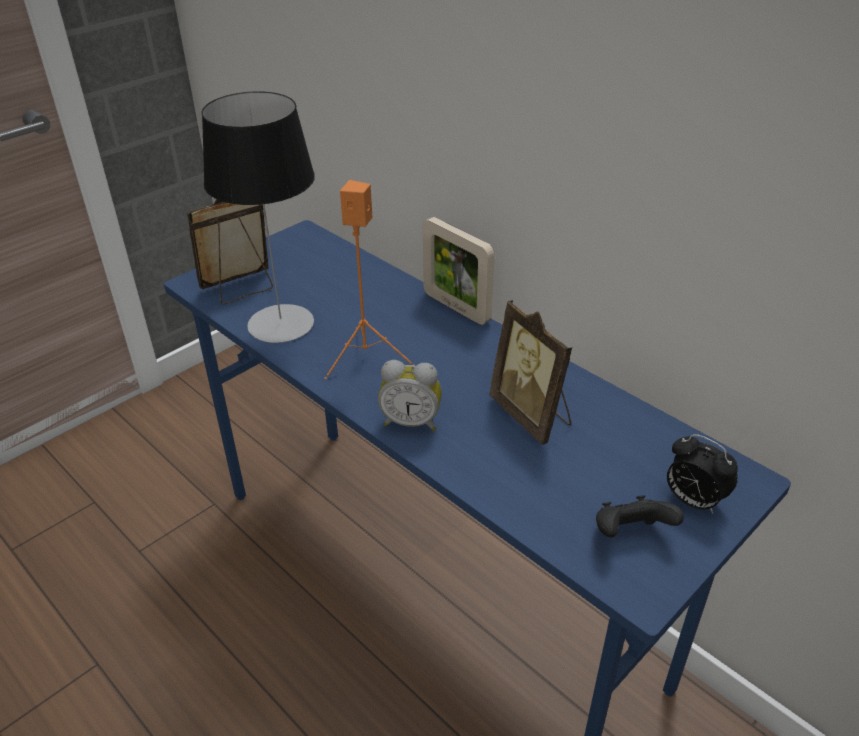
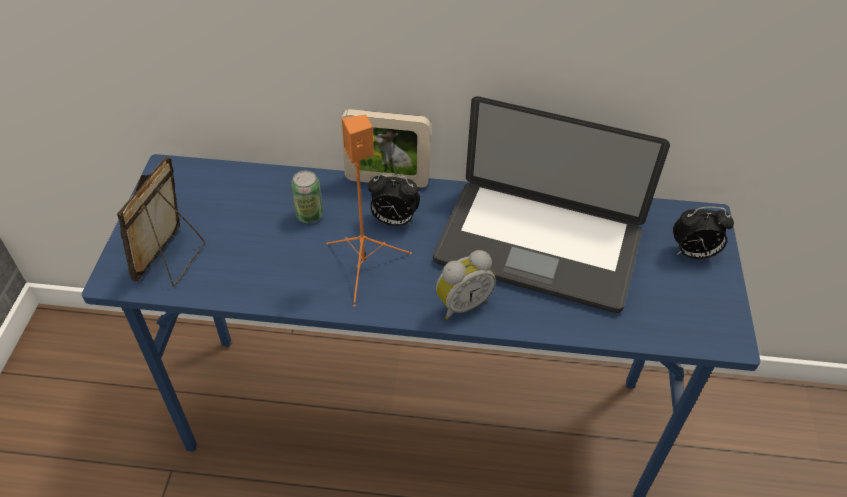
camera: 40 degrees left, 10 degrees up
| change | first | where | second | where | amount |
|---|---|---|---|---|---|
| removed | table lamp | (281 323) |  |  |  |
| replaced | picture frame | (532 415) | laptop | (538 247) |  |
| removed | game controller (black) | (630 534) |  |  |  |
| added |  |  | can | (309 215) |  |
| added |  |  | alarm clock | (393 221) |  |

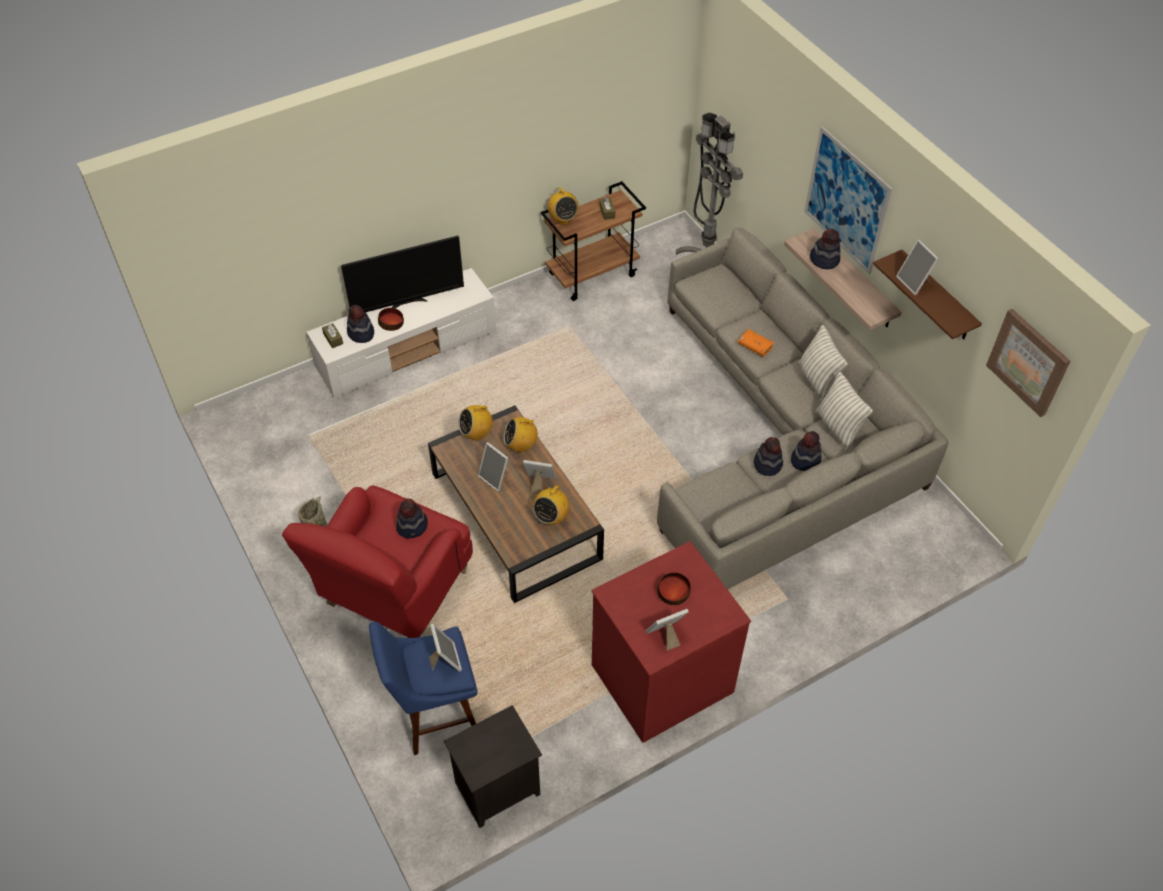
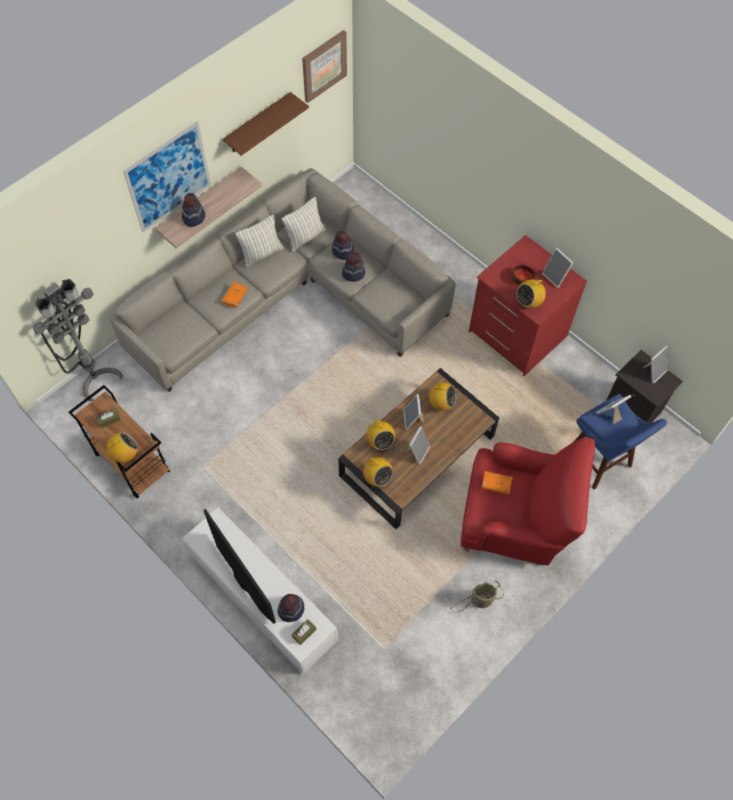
camera: 105 degrees left, 10 degrees up
| change | first | where | second | where | amount |
|---|---|---|---|---|---|
| removed | bowl | (391 323) |  |  |  |
| replaced | hat | (412 526) | book (orange) | (496 484) |  |
| moved | picture frame | (914 282) |  | (653 371) |  |
| added |  |  | radio | (529 302) |  |

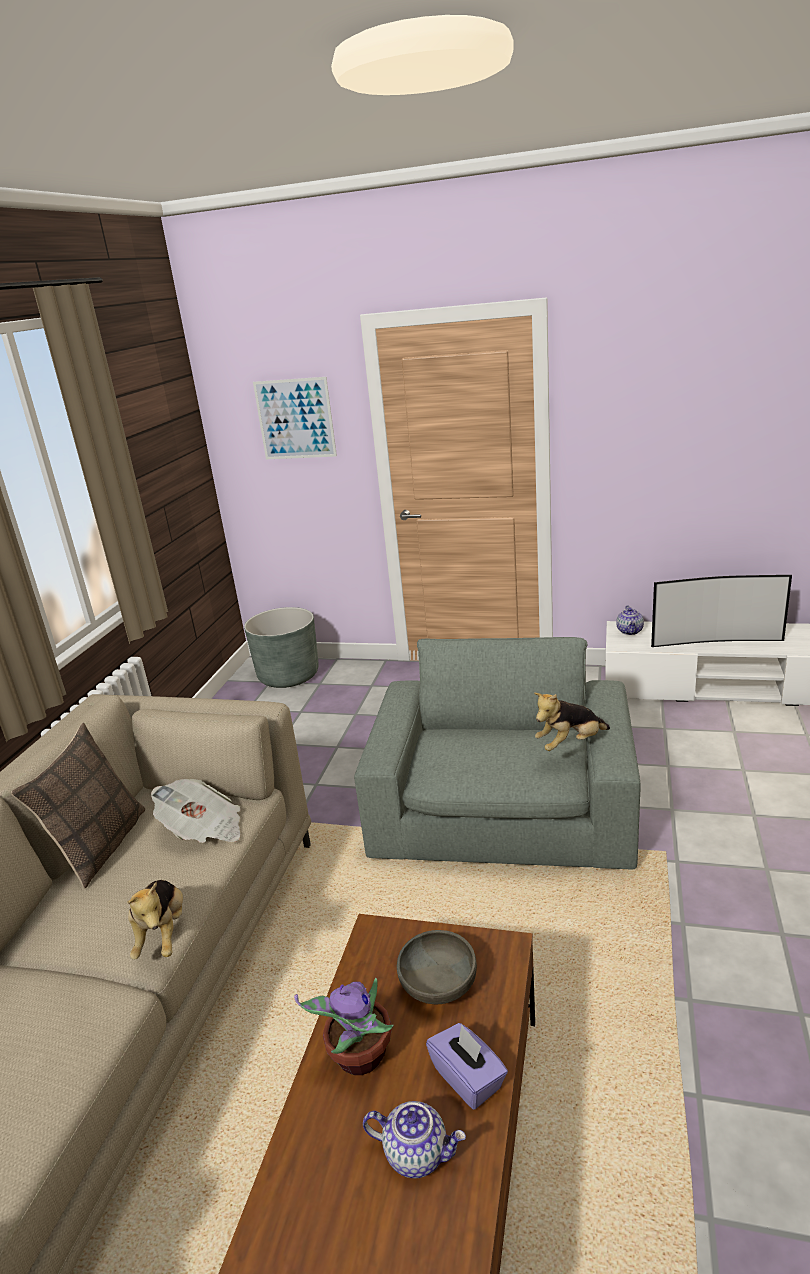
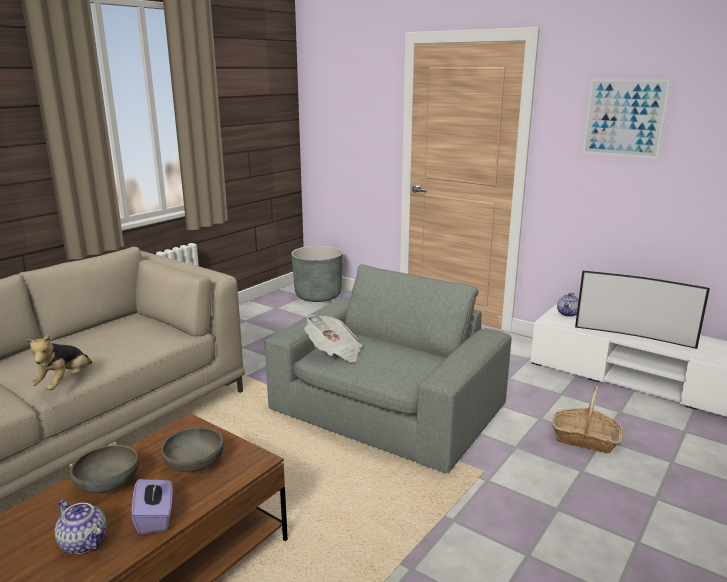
camera: 20 degrees right, 5 degrees down
| change | first | where | second | where | amount |
|---|---|---|---|---|---|
| removed | pillow | (100 846) |  |  |  |
| moved | newspaper | (204 830) |  | (334 352) |  |
| moved | picture | (295 419) |  | (624 118) |  |
| replaced | potted plant | (359 1058) | bowl (grey) | (108 484) |  |
| removed | plush toy | (570 744) |  |  |  |
| added |  |  | basket | (585 439) |  |

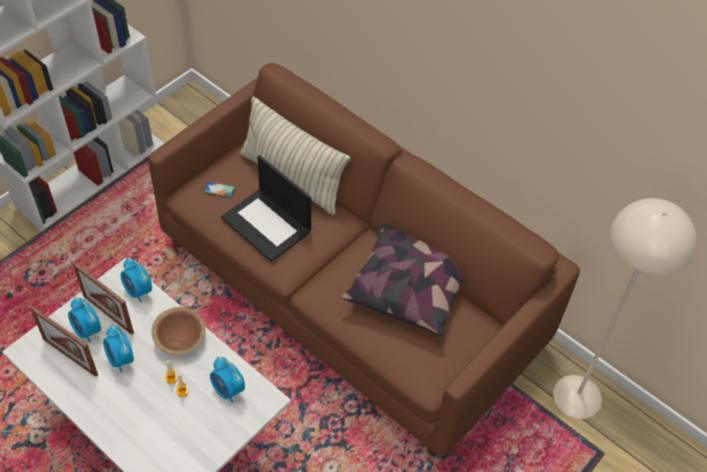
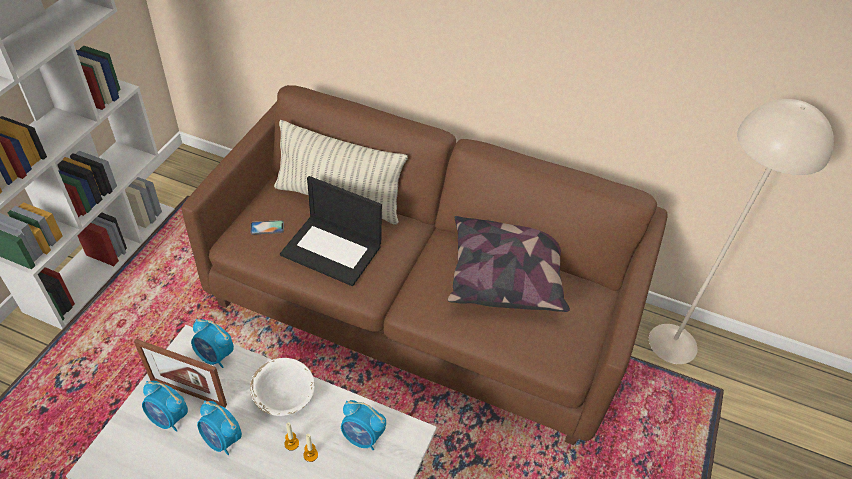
camera: 20 degrees left, 5 degrees down
| change | first | where | second | where | amount |
|---|---|---|---|---|---|
| removed | picture frame | (70 357) |  |  |  |
| recoloured | bowl (brown) | (180 338) | bowl (white) | (284 395) |  |

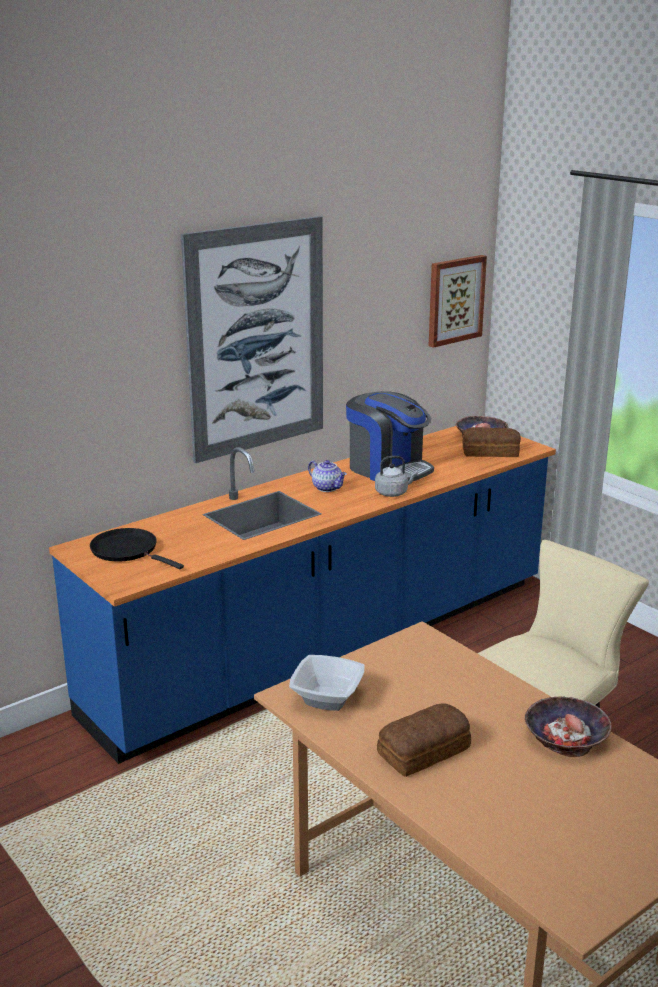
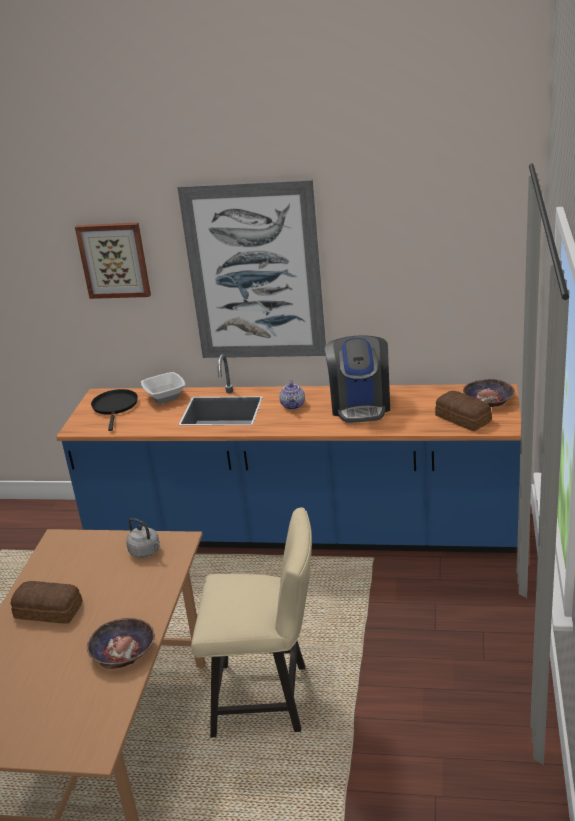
camera: 50 degrees right, 5 degrees up
| change | first | where | second | where | amount |
|---|---|---|---|---|---|
| moved | bowl | (328 698) |  | (165 397) |  |
| moved | kettle (grey) | (393 493) |  | (146 552) |  |
| moved | picture | (455 300) |  | (114 260) |  |

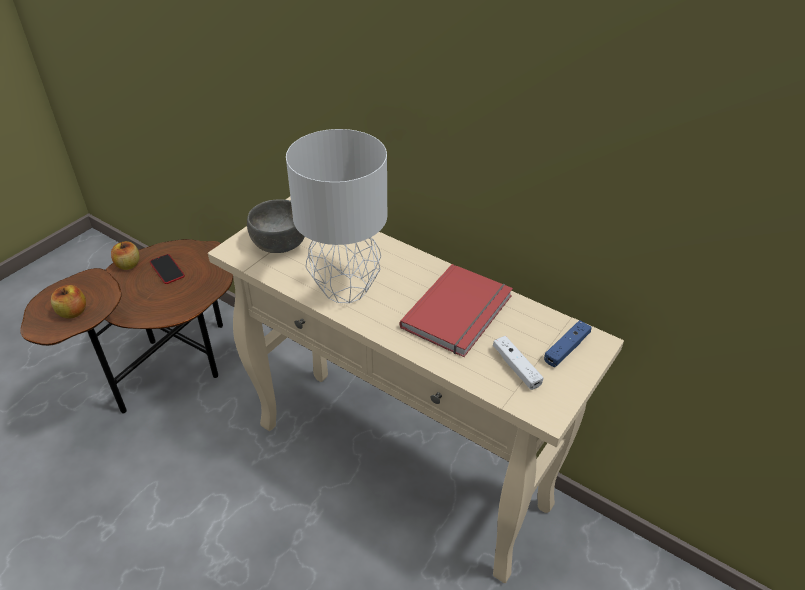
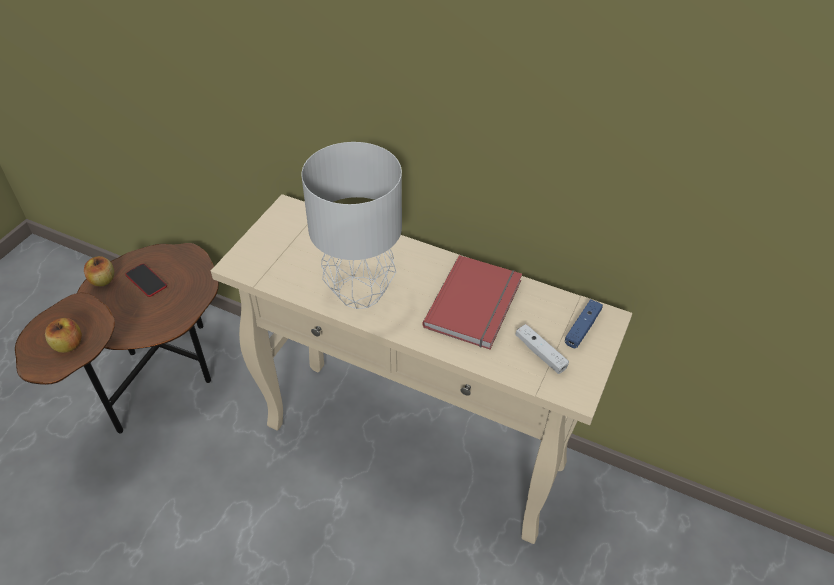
camera: 10 degrees left, 5 degrees up
| change | first | where | second | where | amount |
|---|---|---|---|---|---|
| removed | bowl (grey) | (280 243) |  |  |  |

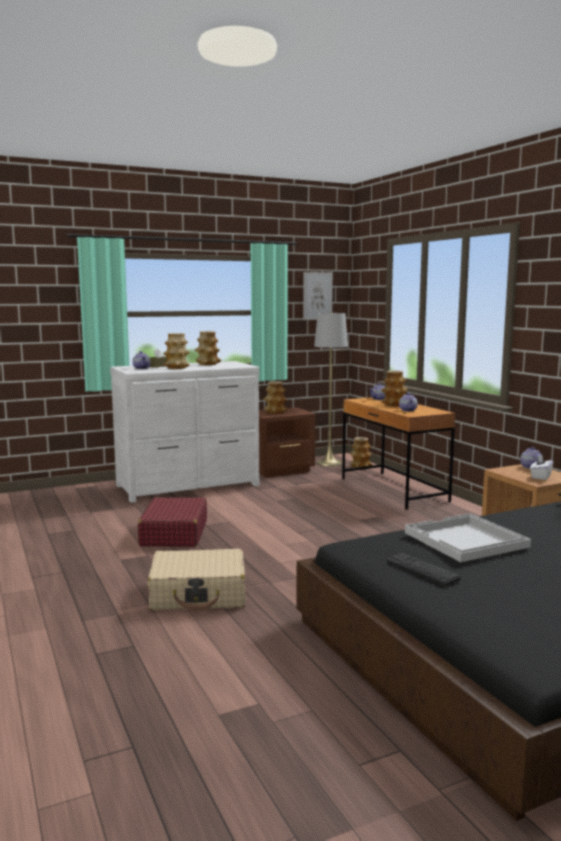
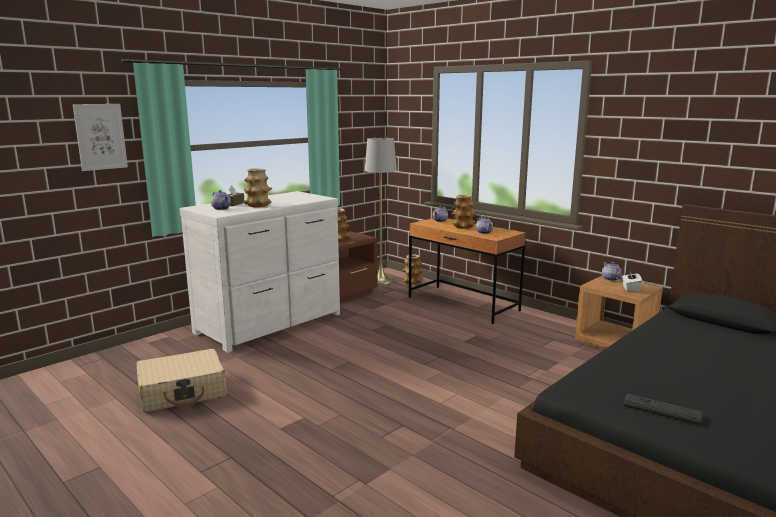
camera: 20 degrees left, 5 degrees up
| change | first | where | second | where | amount |
|---|---|---|---|---|---|
| removed | suitcase (red) | (174 534) |  |  |  |
| moved | suitcase (beige) | (199 594) |  | (183 391) |  |
| removed | vase | (207 364) |  |  |  |
| moved | picture | (317 296) |  | (100 137) |  |
| removed | tray (white) | (465 540) |  |  |  |

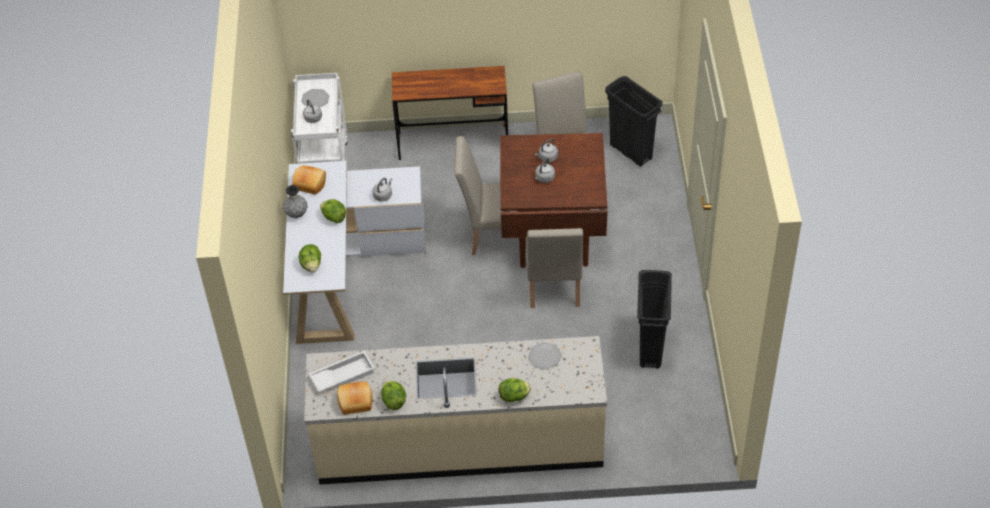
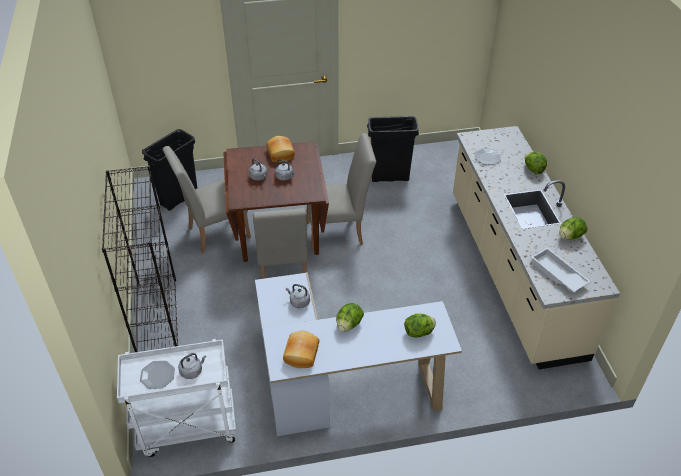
camera: 100 degrees left, 5 degrees down
| change | first | where | second | where | amount |
|---|---|---|---|---|---|
| removed | vase (grey) | (296 214) |  |  |  |
| moved | bread | (355 403) |  | (281 154) |  |
| replaced | desk (brown) | (453 142) | bookcase (black) | (157 319) |  |

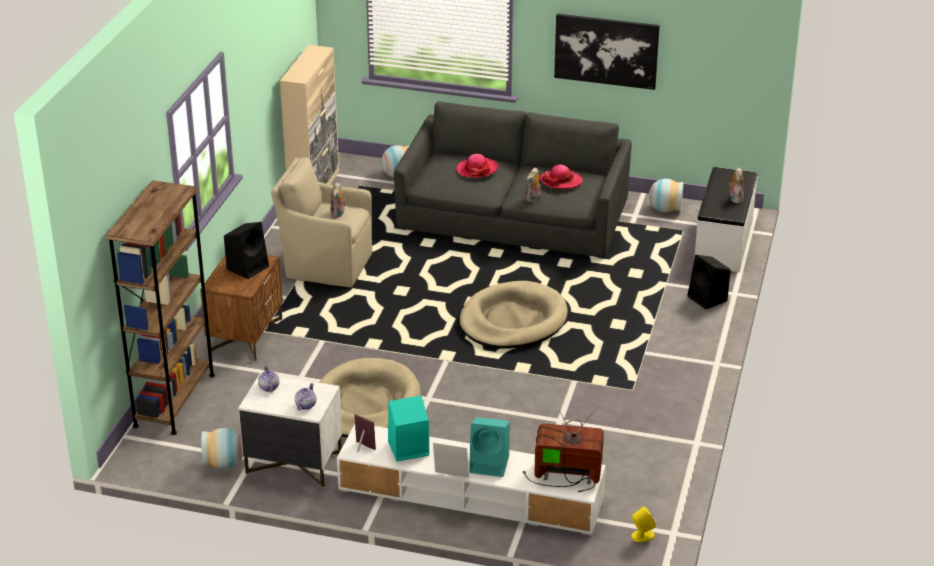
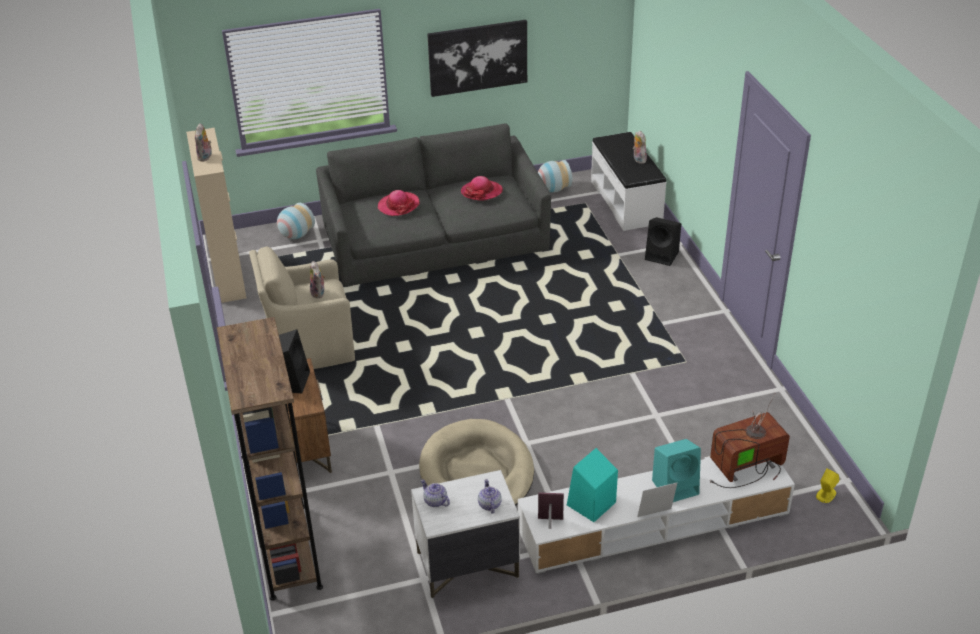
camera: 30 degrees left, 5 degrees up
| change | first | where | second | where | amount |
|---|---|---|---|---|---|
| removed | vase | (224 464) |  |  |  |
| removed | dog bed (beige) | (513 321) |  |  |  |
| moved | plush toy | (533 199) |  | (205 157) |  |

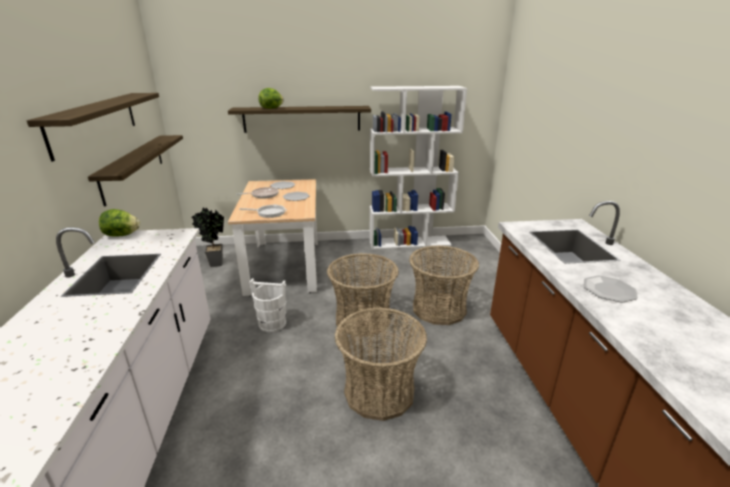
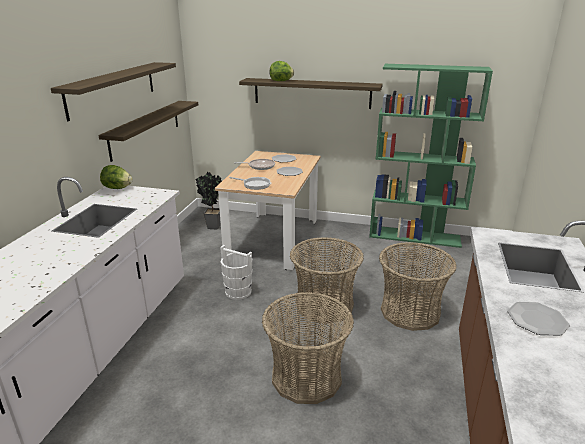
camera: 20 degrees right, 0 degrees up
| change | first | where | second | where | amount |
|---|---|---|---|---|---|
| recoloured | bookcase (white) | (410 242) | bookcase (green) | (415 236) |  |

